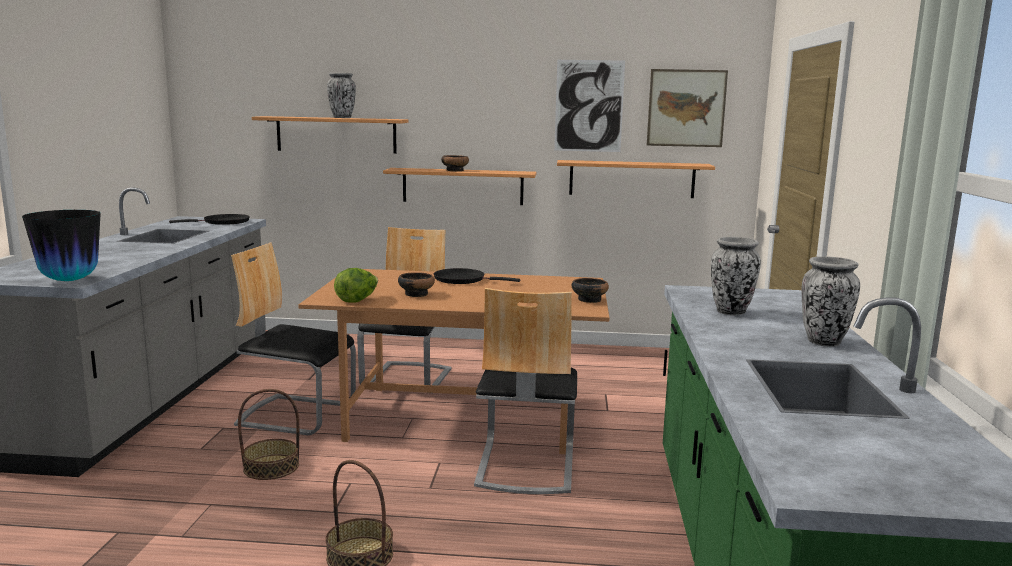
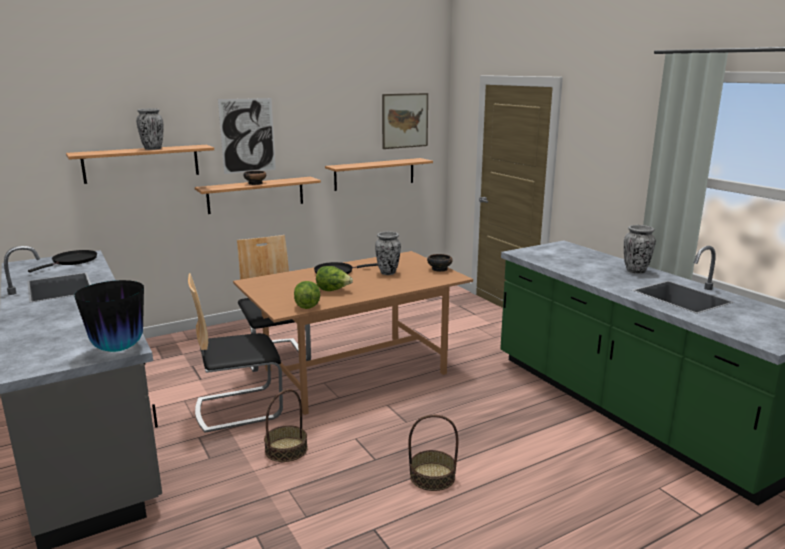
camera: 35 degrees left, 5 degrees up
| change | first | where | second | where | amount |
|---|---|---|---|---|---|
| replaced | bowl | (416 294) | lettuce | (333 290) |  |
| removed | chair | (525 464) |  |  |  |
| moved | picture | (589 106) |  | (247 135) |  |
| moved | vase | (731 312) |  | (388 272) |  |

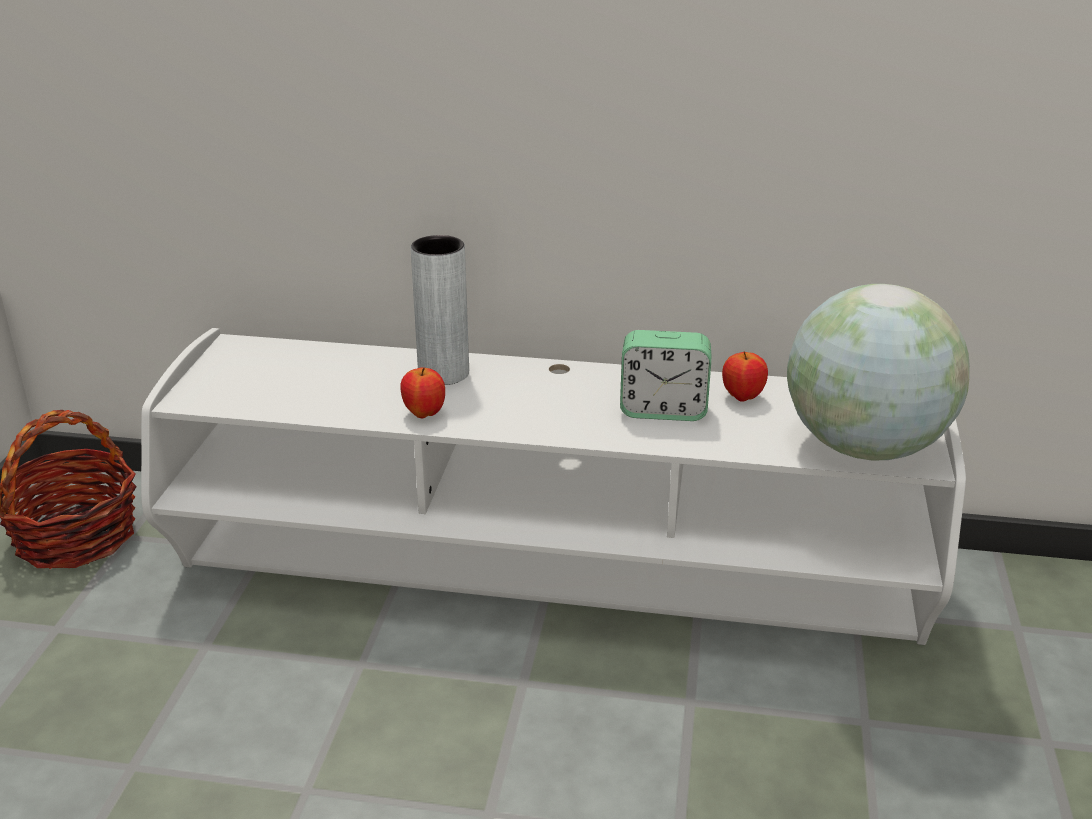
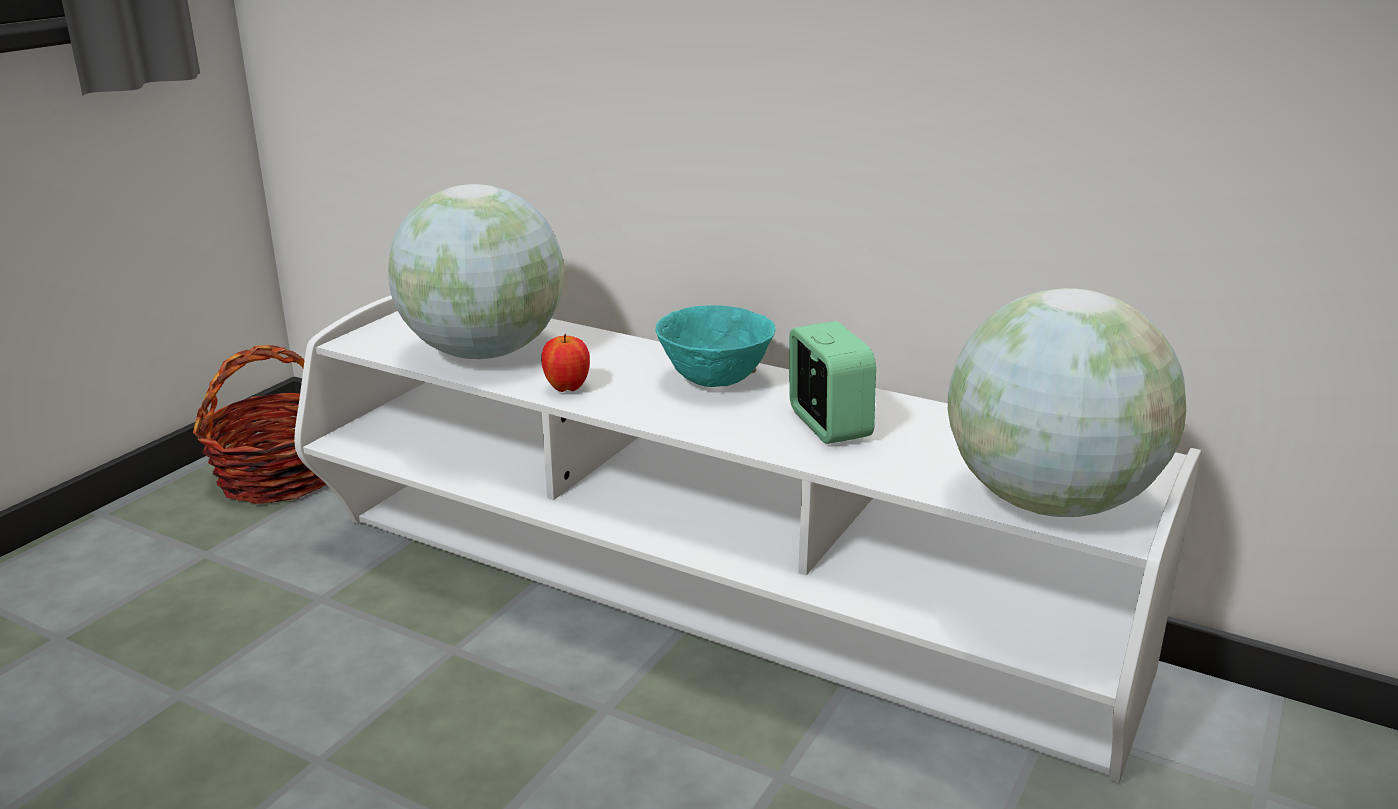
camera: 20 degrees right, 5 degrees down
| change | first | where | second | where | amount |
|---|---|---|---|---|---|
| removed | vase (grey) | (443 373) |  |  |  |
| turned | alarm clock | (663 410) |  | (828 425) | 135 degrees counterclockwise |
| removed | apple | (742 397) |  |  |  |
| added |  |  | globe | (483 352) |  |
| added |  |  | bowl (turquoise) | (714 381) |  |

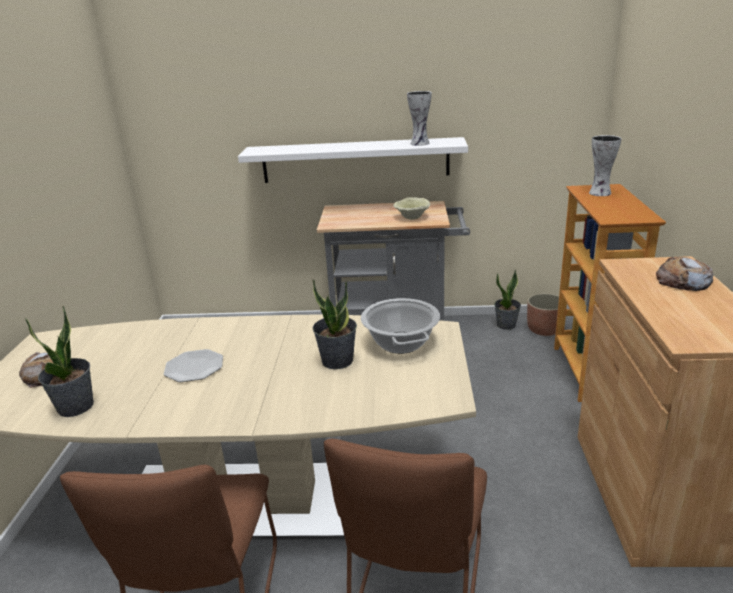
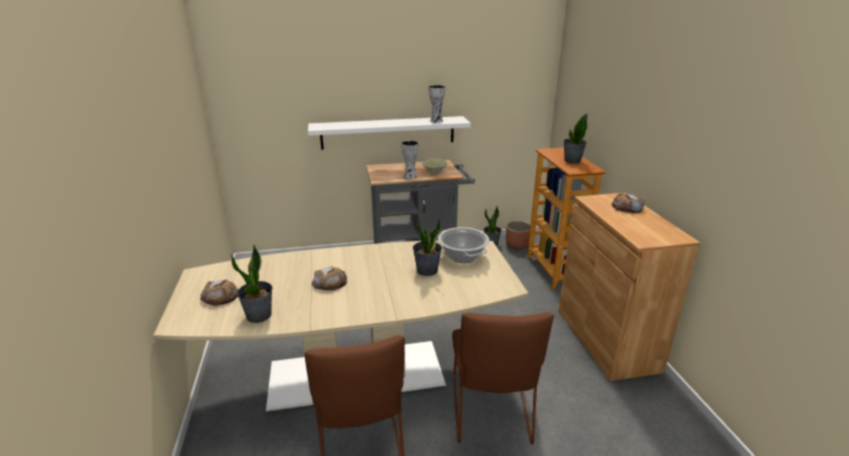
camera: 15 degrees left, 0 degrees up
| change | first | where | second | where | amount |
|---|---|---|---|---|---|
| replaced | plate | (194 367) | bread | (330 282) |  |
| moved | vase | (599 193) |  | (410 177) |  |
| added |  |  | potted plant | (572 161) |  |

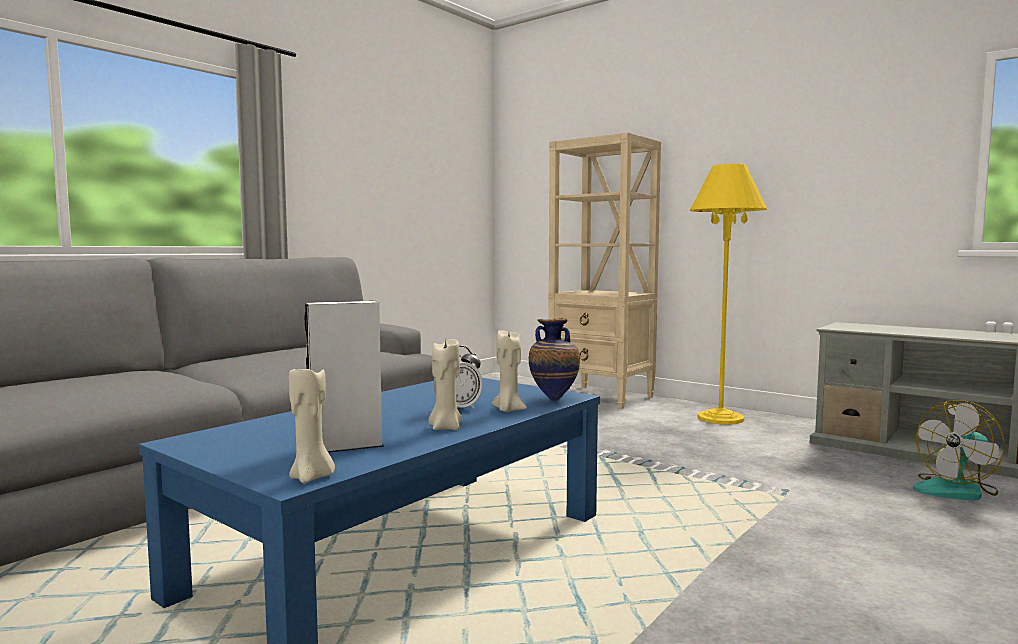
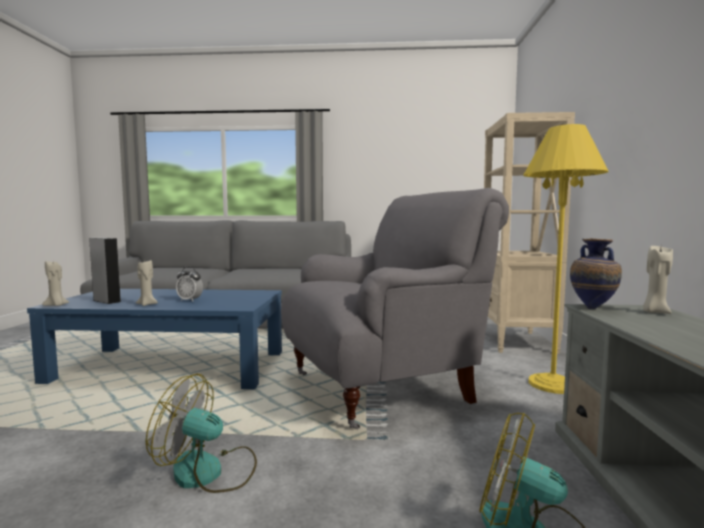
camera: 55 degrees right, 0 degrees up
| change | first | where | second | where | amount |
|---|---|---|---|---|---|
| moved | candle (beige) | (508 410) |  | (654 312) |  |
| moved | vase | (554 399) |  | (593 308) |  |
| added |  |  | fan | (209 472) |  |
| added |  |  | armchair (grey) | (382 387) |  |

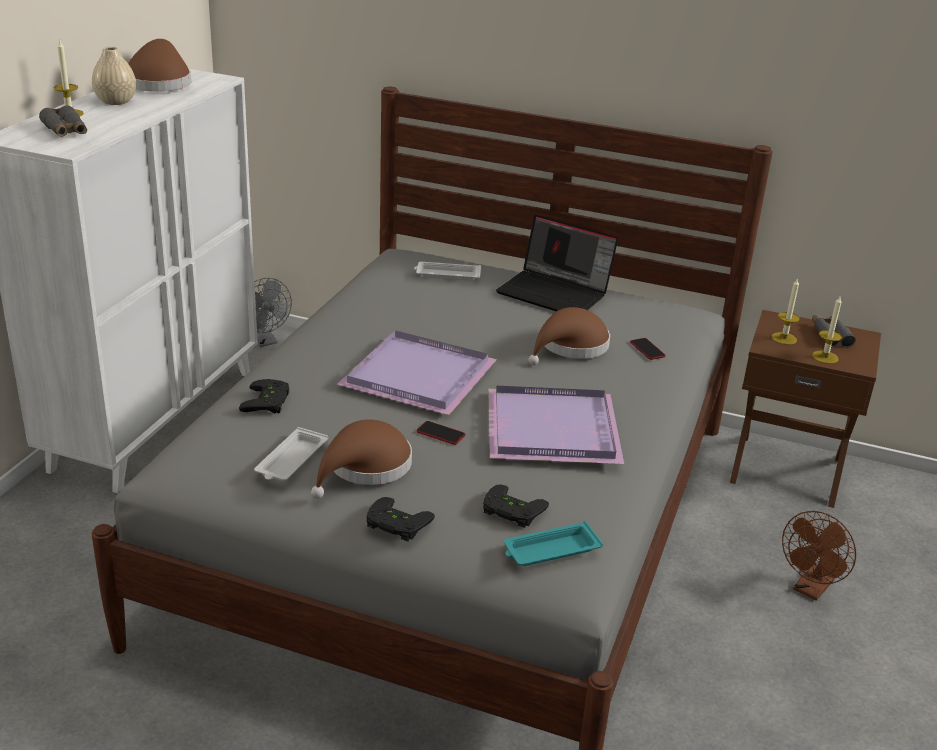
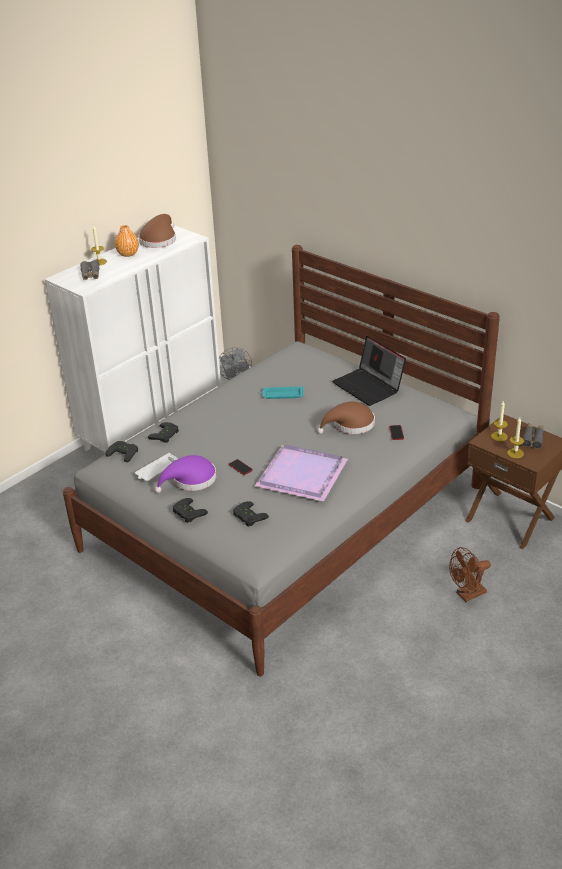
camera: 25 degrees right, 5 degrees up
| change | first | where | second | where | amount |
|---|---|---|---|---|---|
| recoloured | vase (beige) | (116 101) | vase (orange) | (128 254) |  |
| recoloured | hat (brown) | (365 467) | hat (purple) | (190 480) |  |
| removed | tray (purple) | (419 378) |  |  |  |
| removed | tray (white) | (447 275) |  |  |  |
| moved | tray (turquoise) | (550 550) |  | (282 395) |  |
| added |  |  | game controller (black) | (124 452) |  |

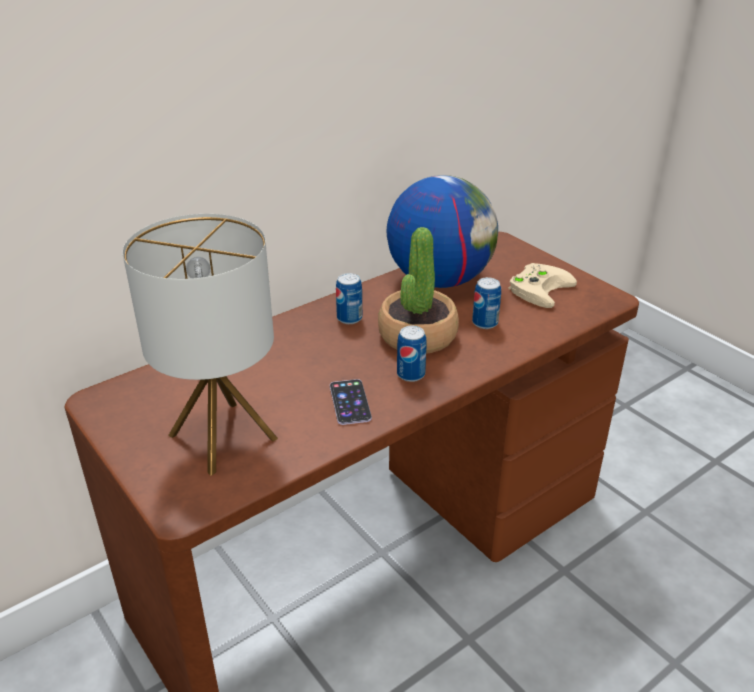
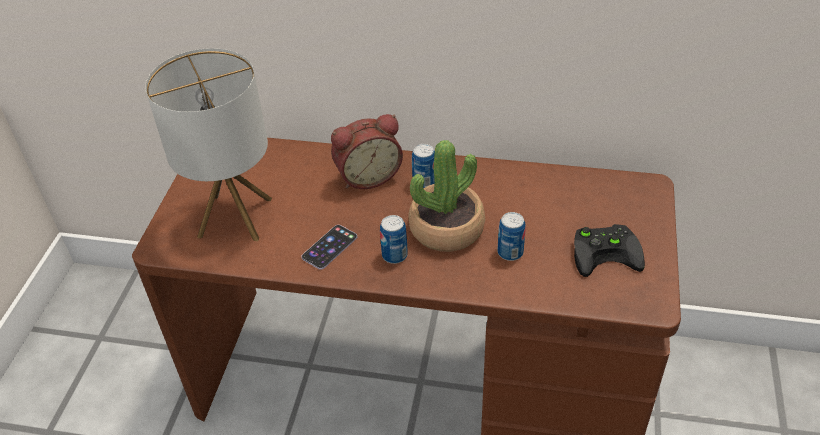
camera: 50 degrees right, 10 degrees up
| change | first | where | second | where | amount |
|---|---|---|---|---|---|
| removed | globe | (439 280) |  |  |  |
| recoloured | game controller (beige) | (539 287) | game controller (black) | (607 252) |  |
| added |  |  | alarm clock | (367 176) |  |

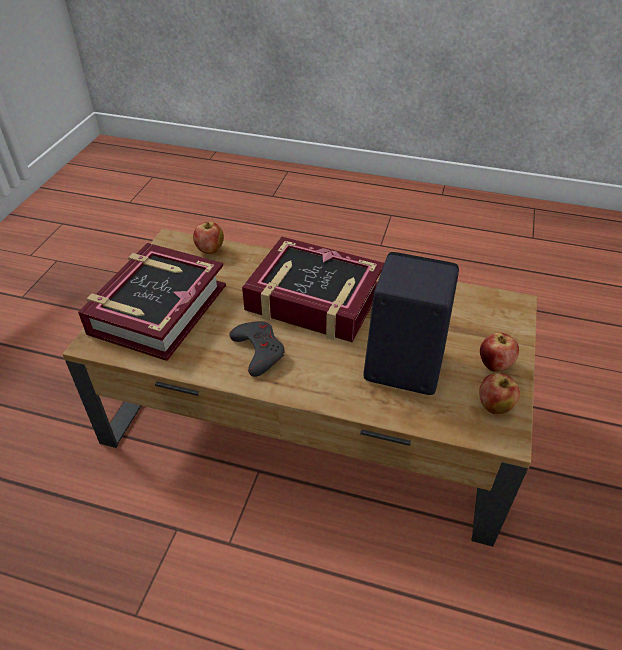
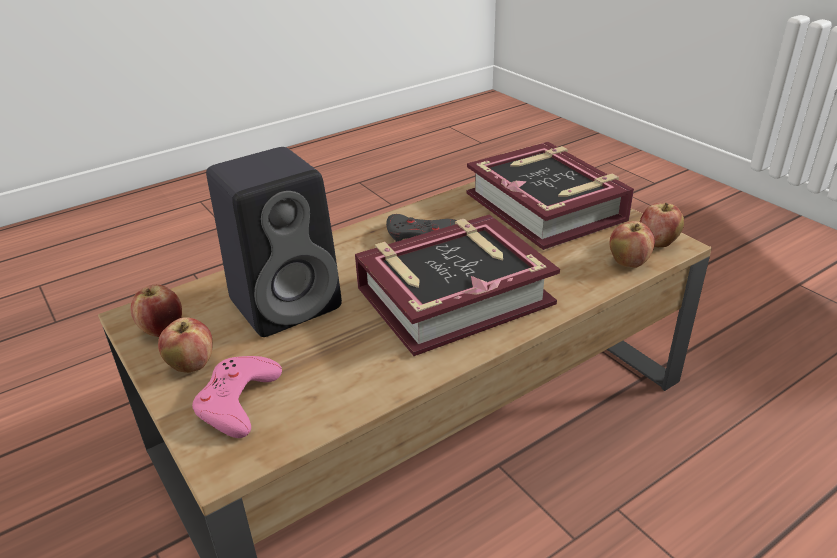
camera: 130 degrees right, 10 degrees down
| change | first | where | second | where | amount |
|---|---|---|---|---|---|
| added |  |  | game controller (pink) | (237 401) |  |
| added |  |  | apple | (657 243) |  |

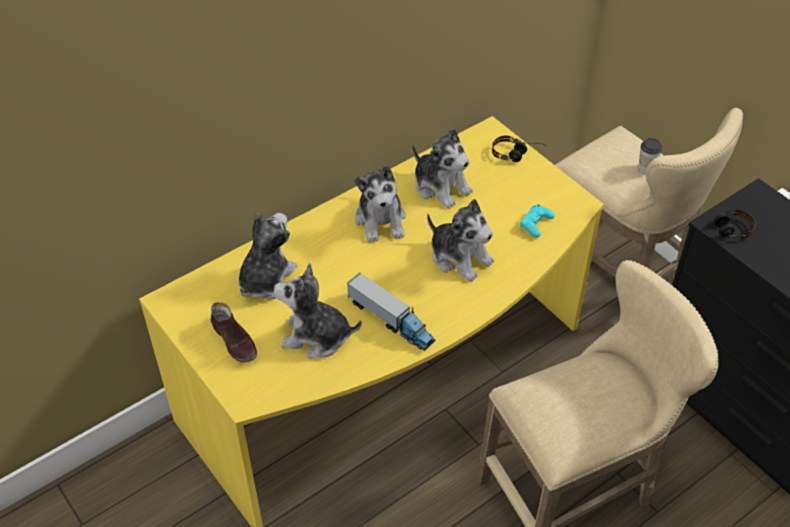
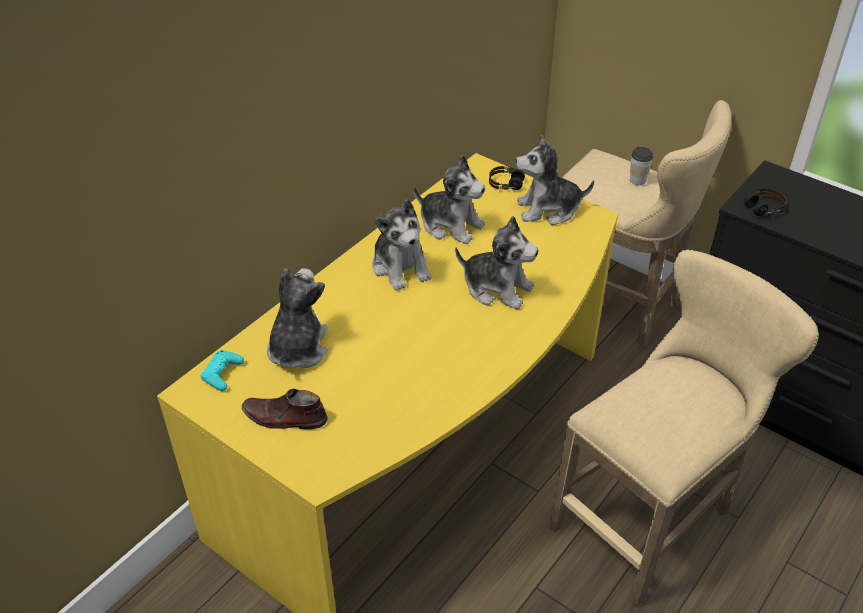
camera: 15 degrees left, 5 degrees down
| change | first | where | second | where | amount |
|---|---|---|---|---|---|
| turned | shoe (brown) | (235 341) |  | (284 418) | 150 degrees clockwise |
| moved | plush toy | (316 337) |  | (548 210) |  |
| removed | toy truck | (391 320) |  |  |  |
| moved | game controller (turquoise) | (536 224) |  | (222 374) |  |

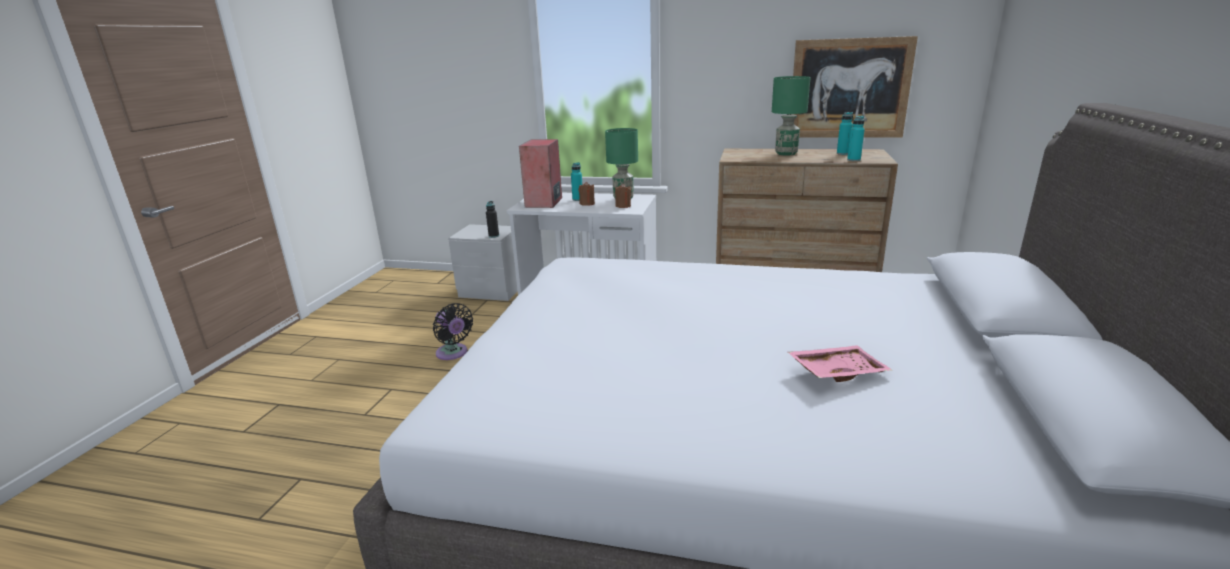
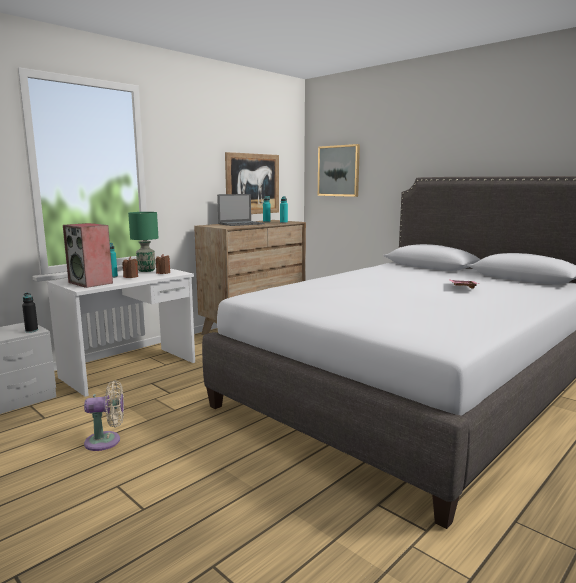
camera: 60 degrees left, 10 degrees down
| change | first | where | second | where | amount |
|---|---|---|---|---|---|
| recoloured | fan (black) | (453 353) | fan (beige) | (106 441) |  |
| replaced | table lamp (green) | (786 153) | laptop | (241 224) |  |
| added |  |  | picture | (338 171) |  |

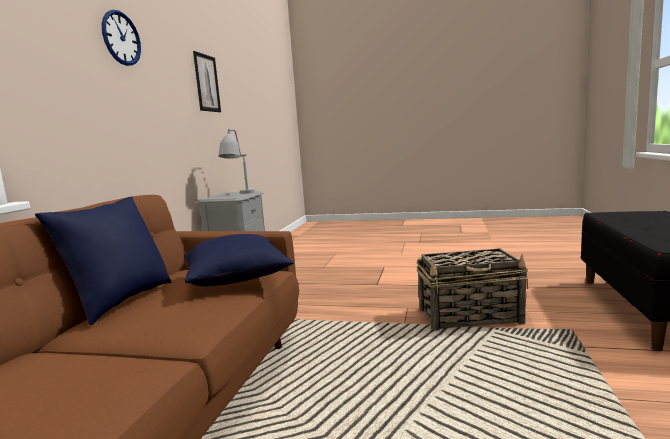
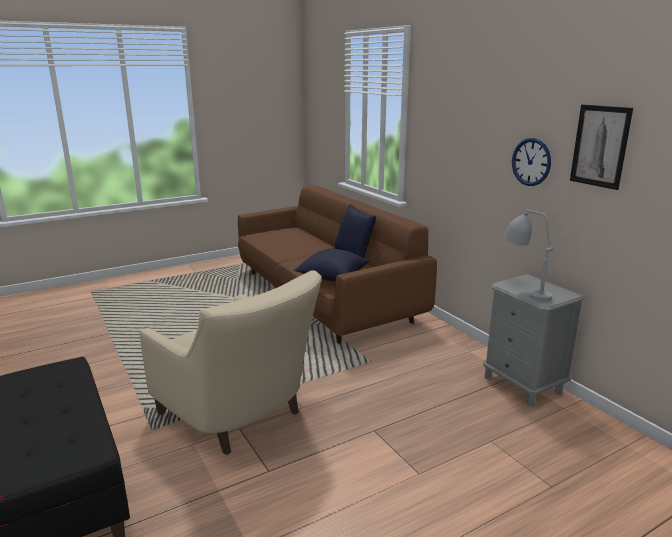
camera: 135 degrees right, 10 degrees up
| change | first | where | second | where | amount |
|---|---|---|---|---|---|
| moved | wall clock | (121 38) |  | (531 162) |  |
| replaced | basket | (470 316) | armchair (beige) | (240 416) |  |

